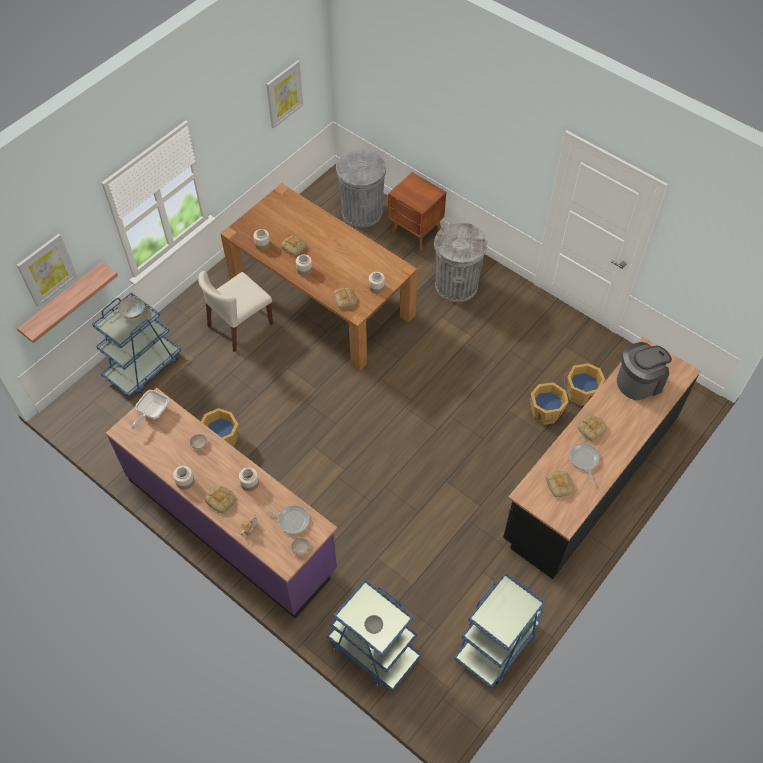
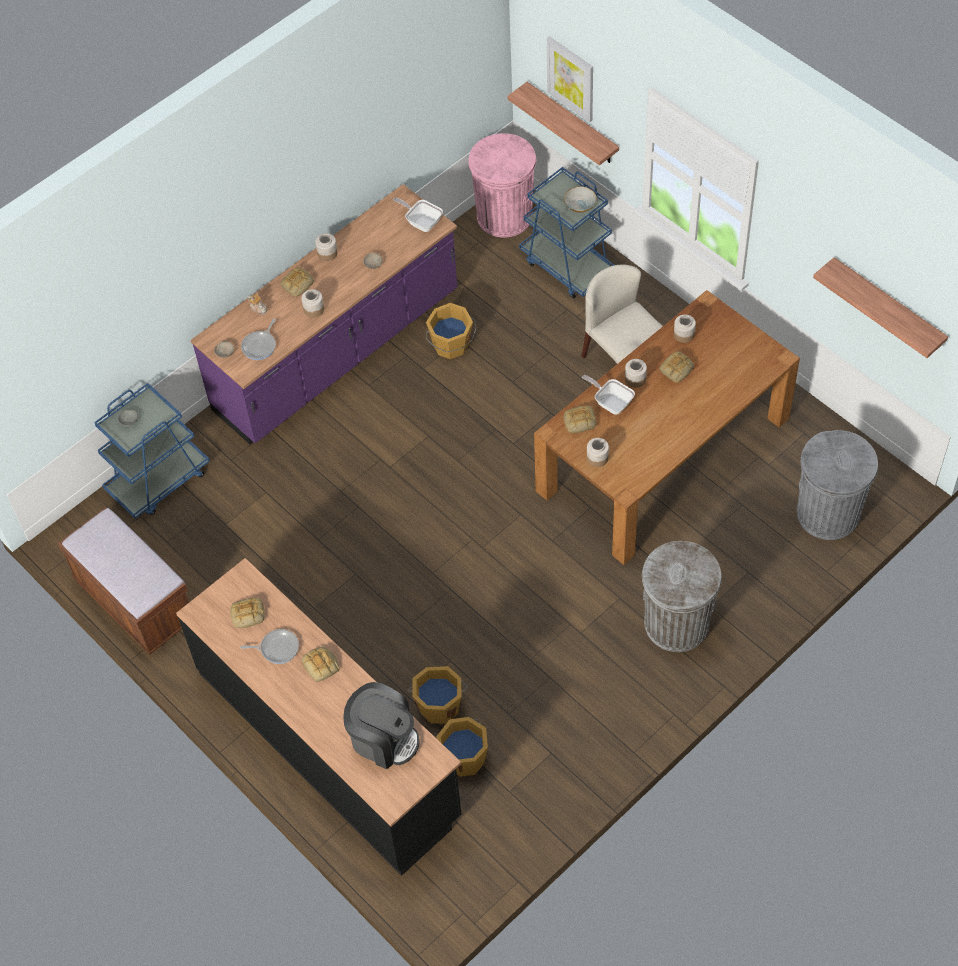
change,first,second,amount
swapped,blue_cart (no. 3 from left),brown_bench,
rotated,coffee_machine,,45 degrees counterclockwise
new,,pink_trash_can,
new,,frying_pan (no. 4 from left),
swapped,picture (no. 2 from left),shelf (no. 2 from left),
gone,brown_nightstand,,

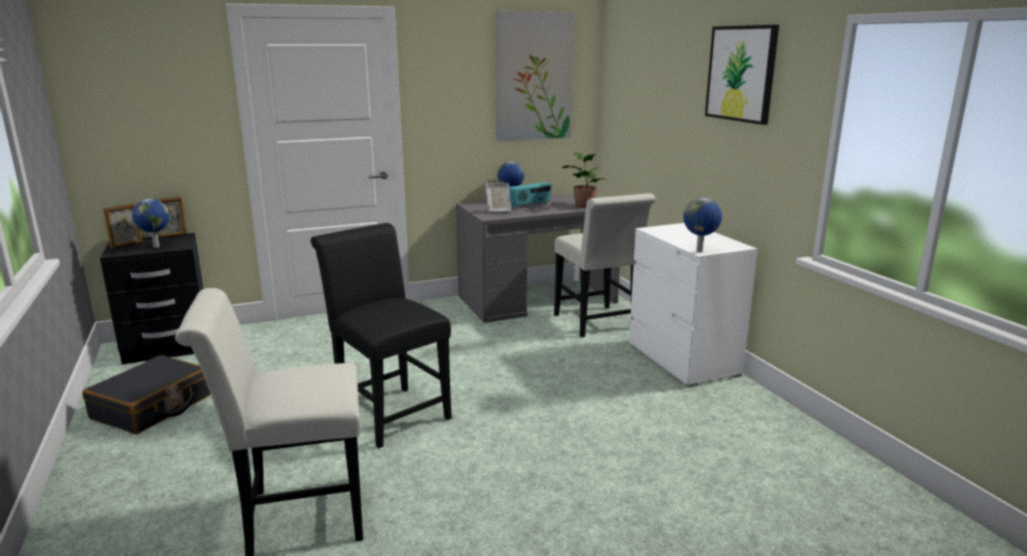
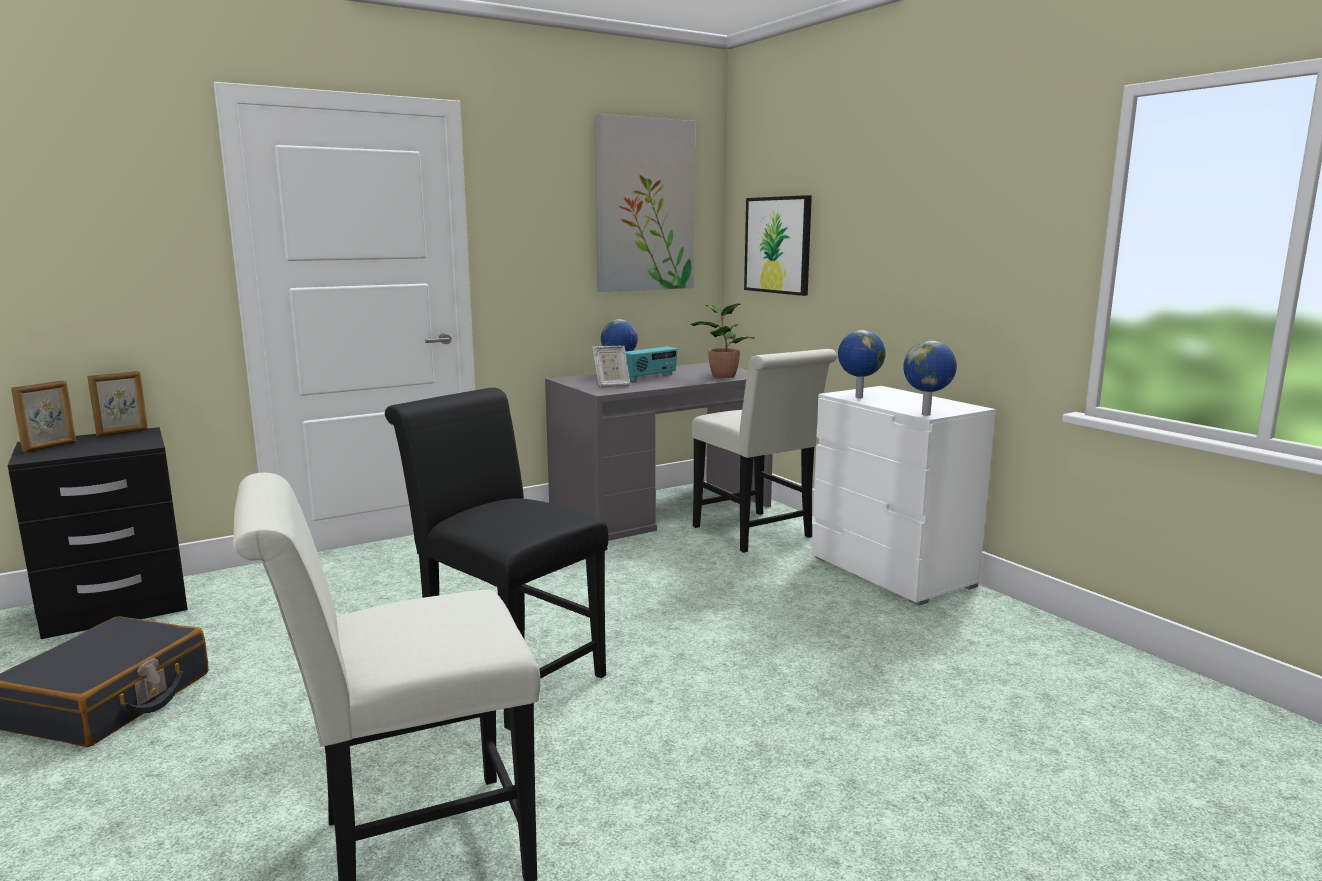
change,first,second,amount
shifted,picture (no. 2 from left),,
shifted,globe (no. 1 from left in the first image),globe (no. 2 from left),

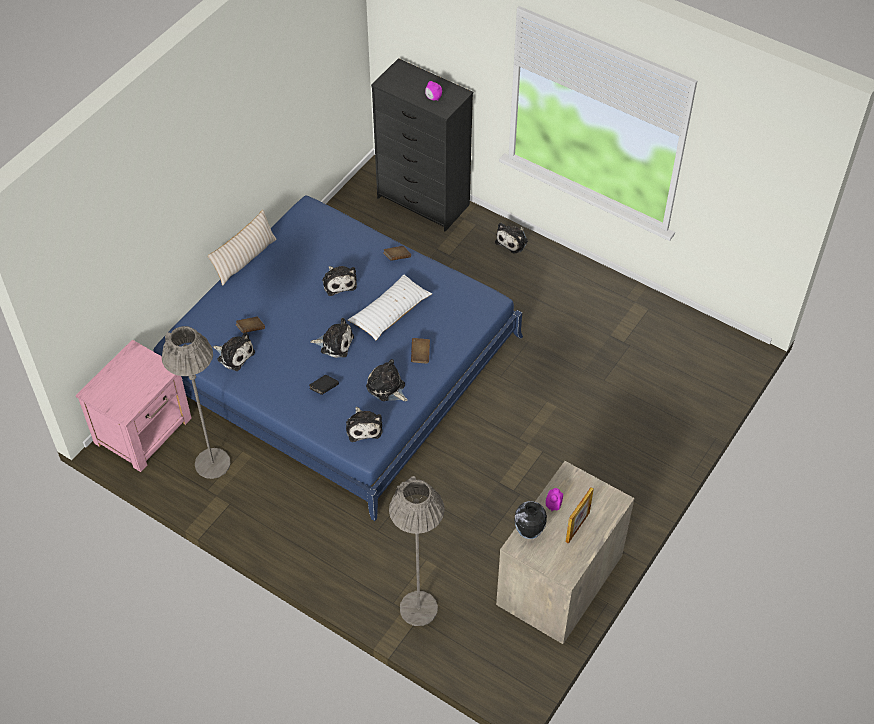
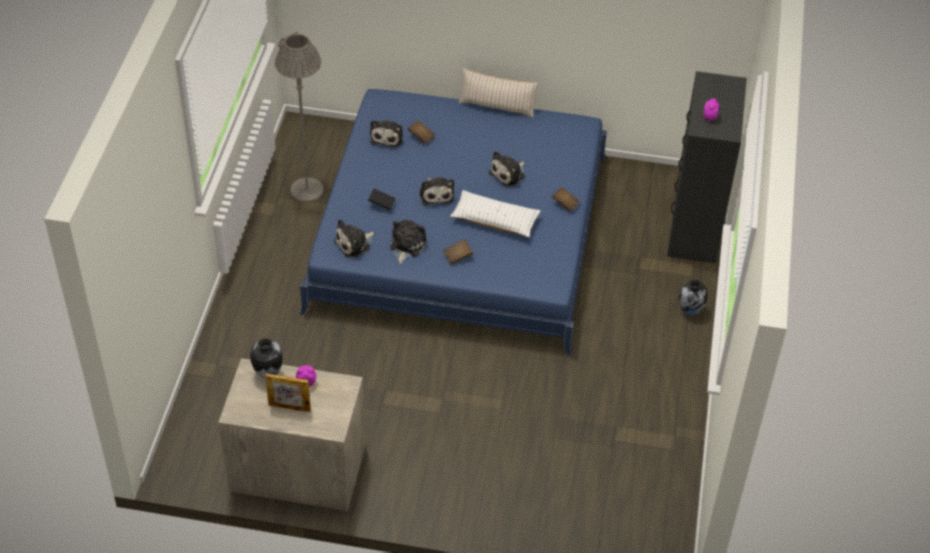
change,first,second,amount
swapped,plush_toy (no. 6 from left),vase (no. 2 from left),
gone,pink_nightstand,,
gone,grey_floor_lamp (no. 2 from left),,

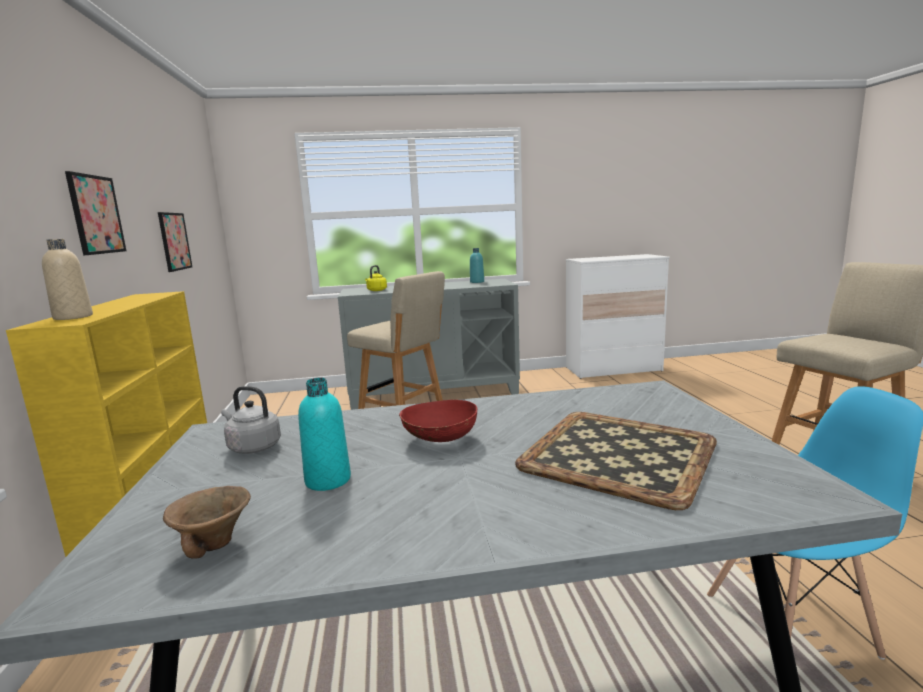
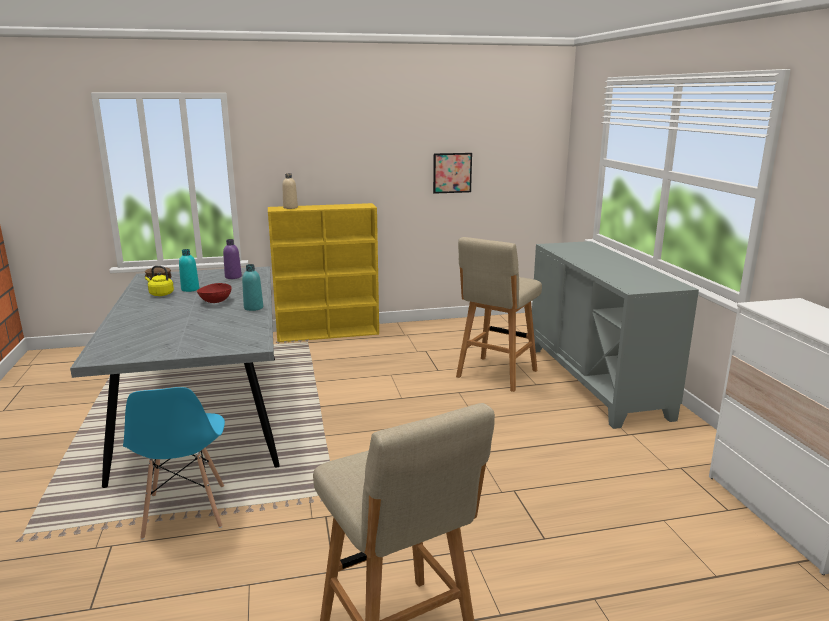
change,first,second,amount
shifted,yellow_kettle,,
swapped,grey_kettle,purple_bottle,
shifted,turquoise_bottle (no. 2 from left),,
gone,picture (no. 1 from left),,
gone,tray,,

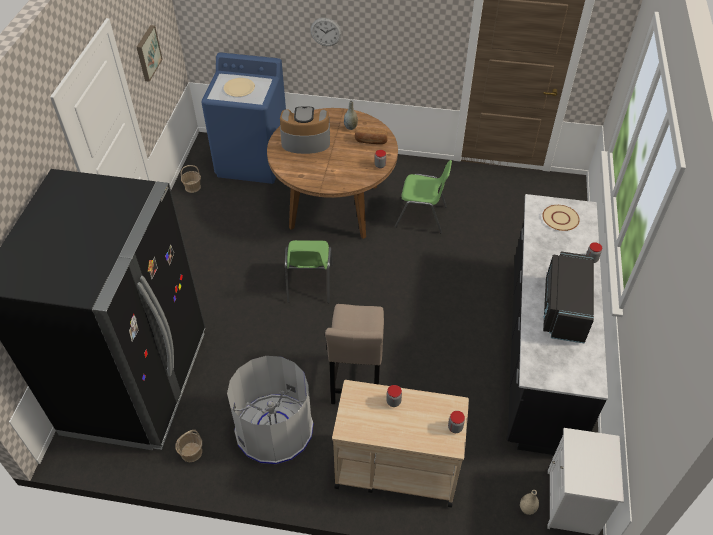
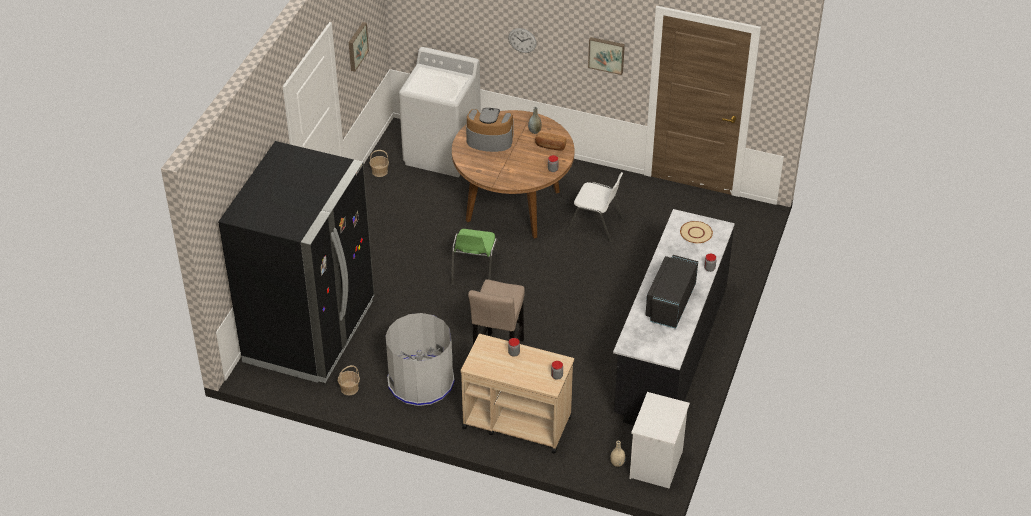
change,first,second,amount
repainted,blue_washing_machine,white_washing_machine,
repainted,green_chair (no. 2 from left),white_chair,
new,,picture (no. 2 from left),
gone,beige_plate (no. 1 from left),,

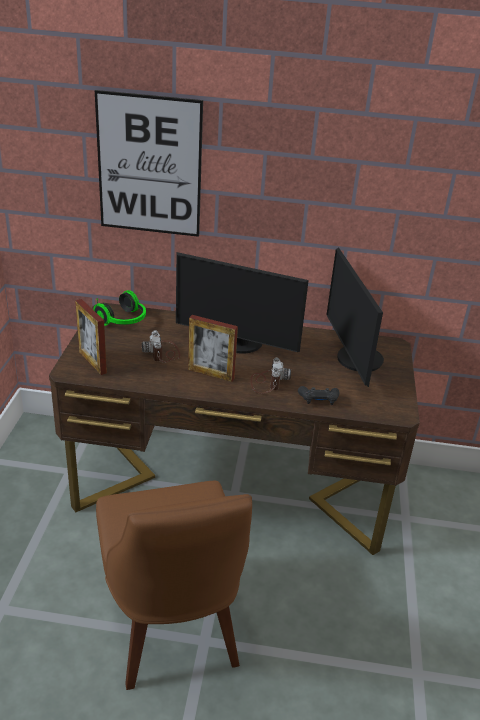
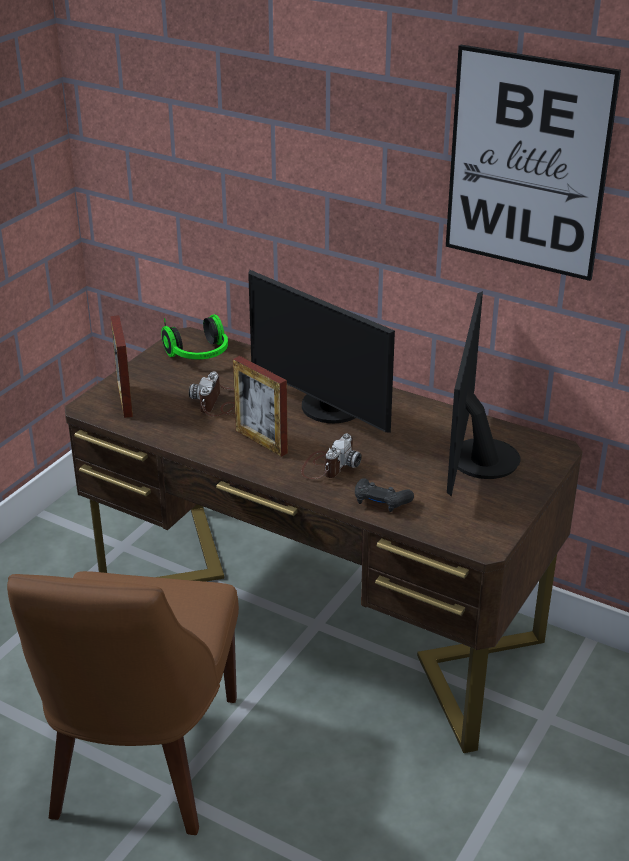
change,first,second,amount
shifted,picture,,

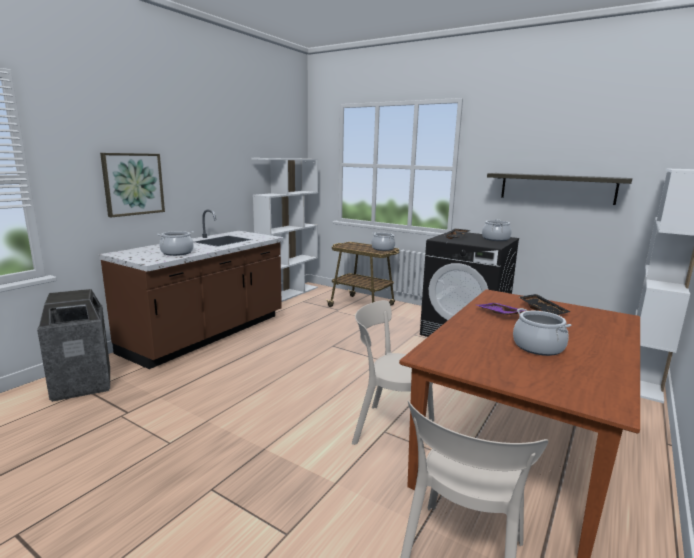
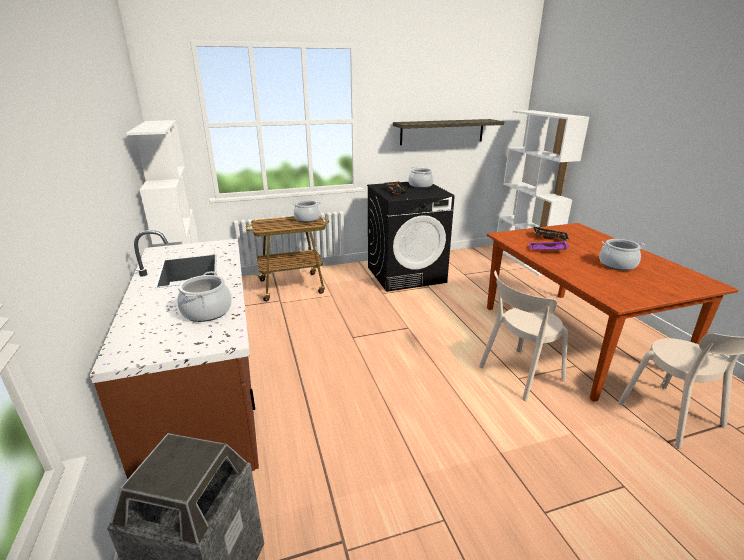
change,first,second,amount
gone,picture,,

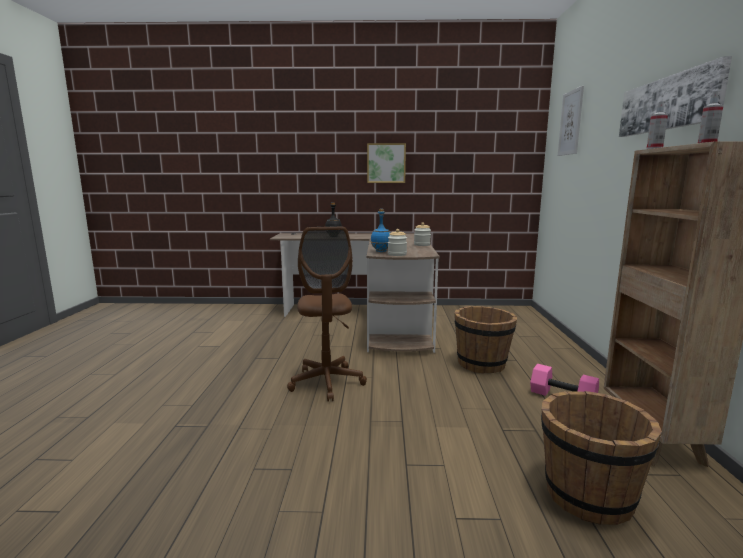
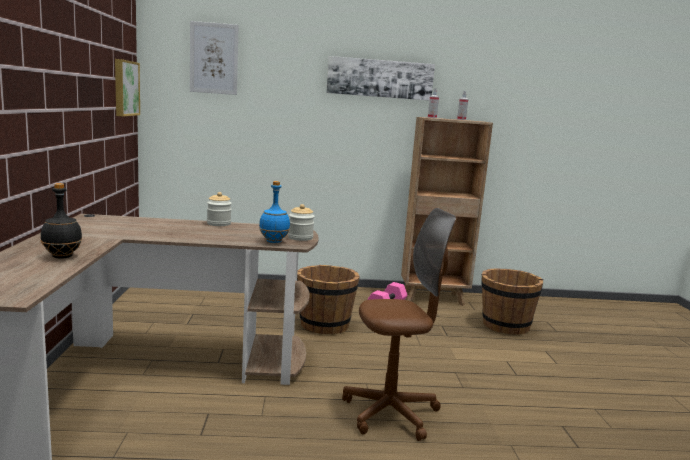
change,first,second,amount
shifted,picture (no. 1 from left),,

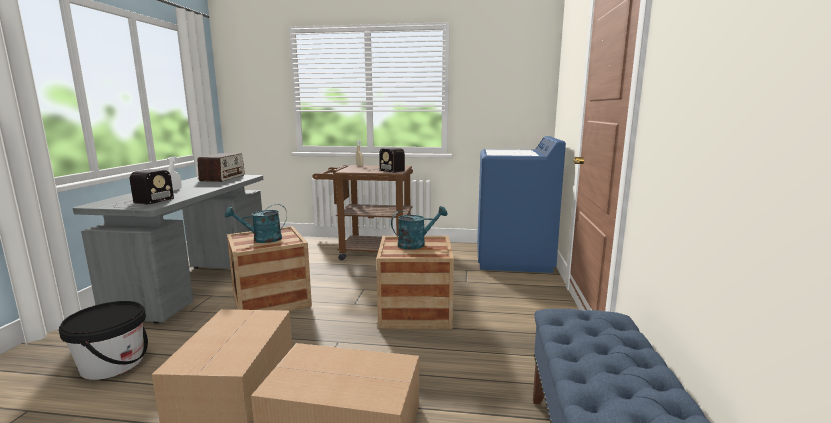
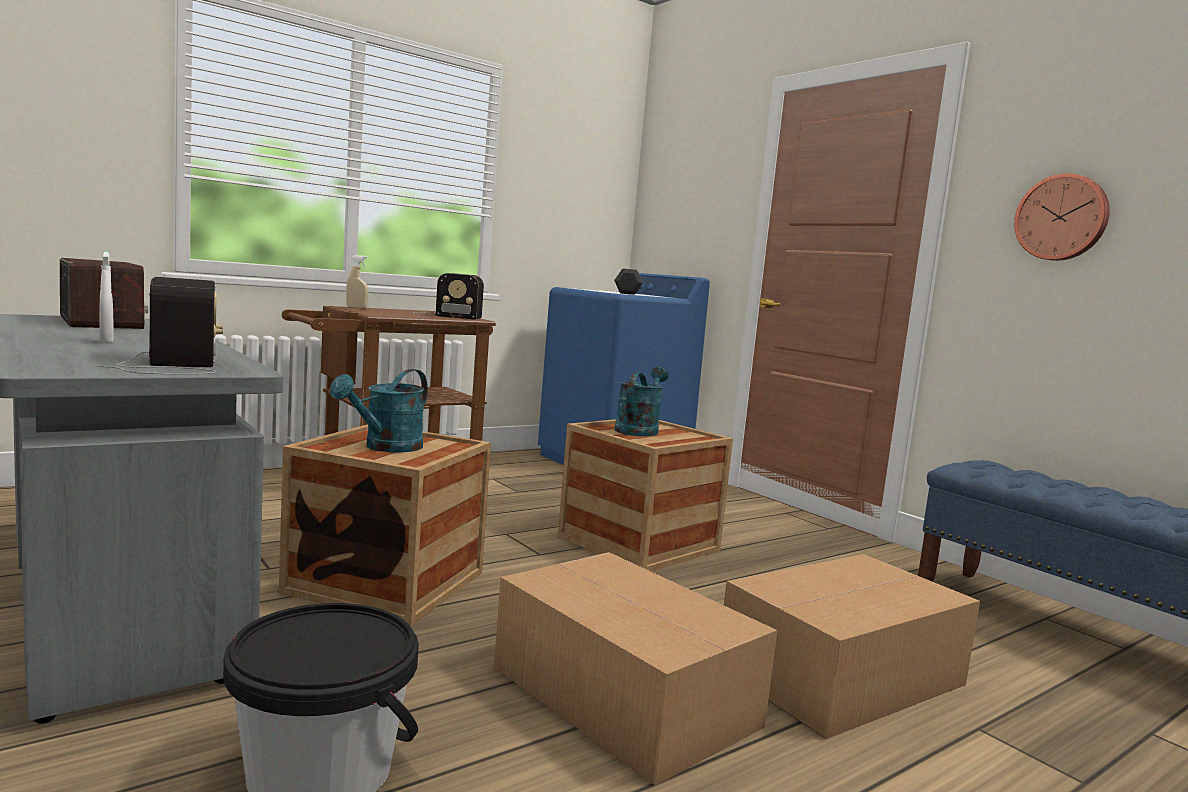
change,first,second,amount
new,,black_dumbbell,
new,,wall_clock,

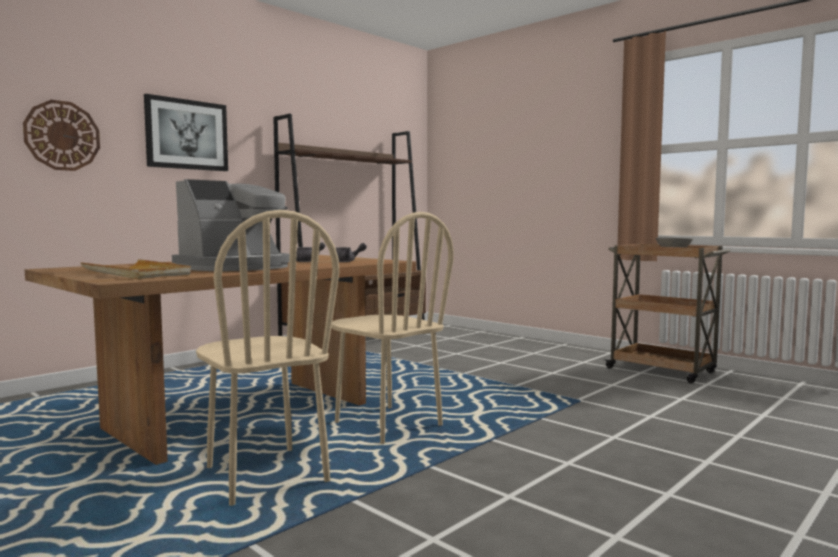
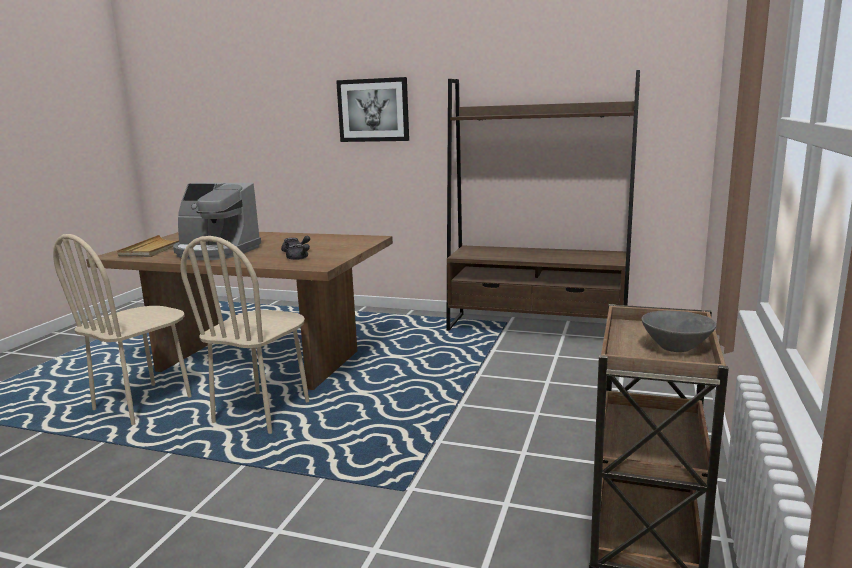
change,first,second,amount
gone,wall_clock,,

